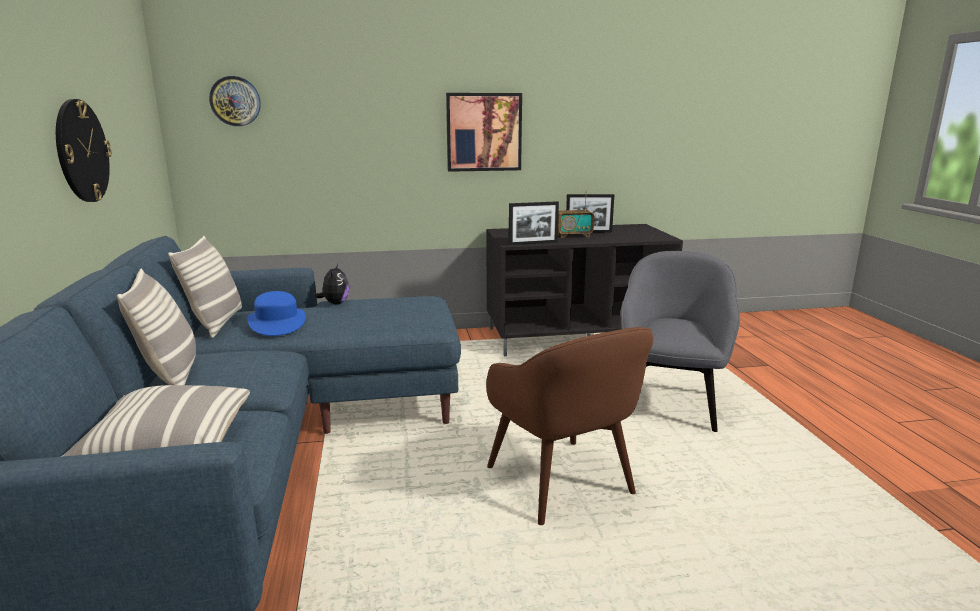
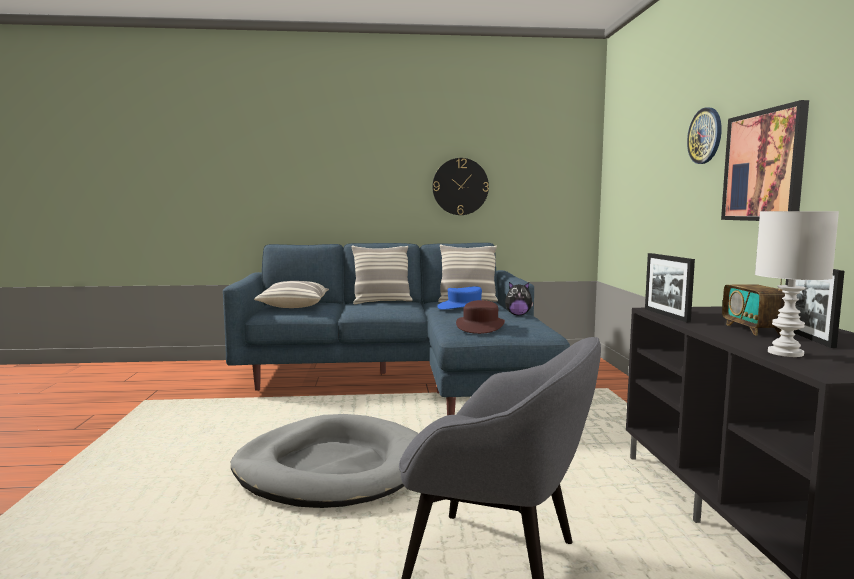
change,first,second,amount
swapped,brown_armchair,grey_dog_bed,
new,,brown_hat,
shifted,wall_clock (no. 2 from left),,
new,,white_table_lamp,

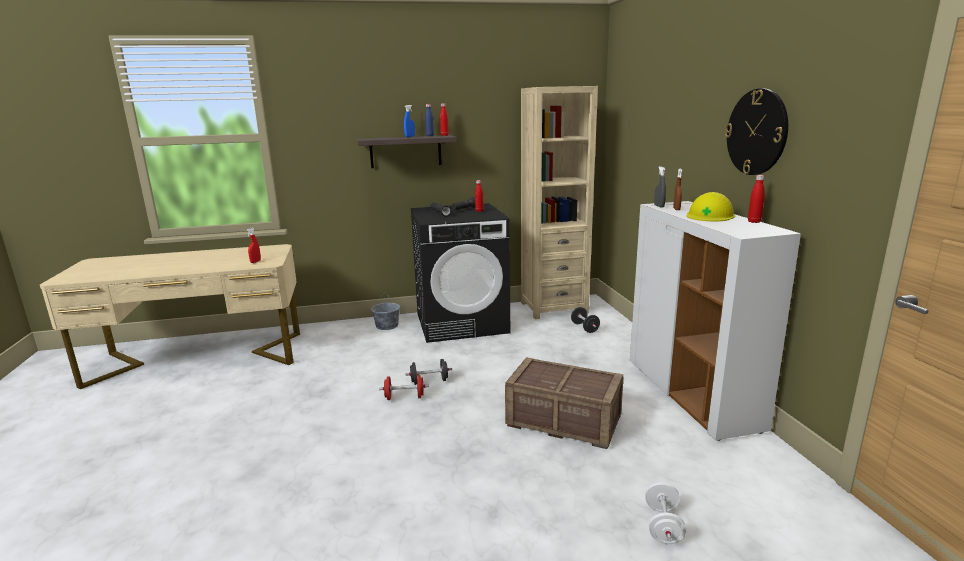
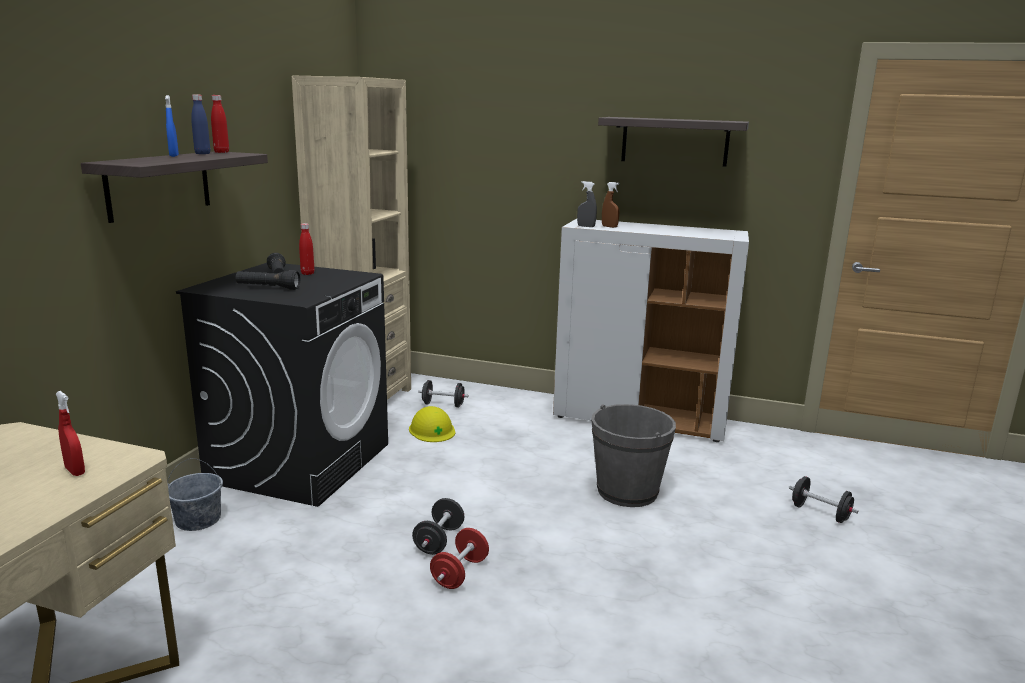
change,first,second,amount
shifted,yellow_hard_hat,,
swapped,crate,grey_bucket (no. 2 from left),
swapped,wall_clock,shelf (no. 2 from left),
repainted,white_dumbbell,black_dumbbell (no. 3 from left),
gone,red_bottle (no. 3 from left),,

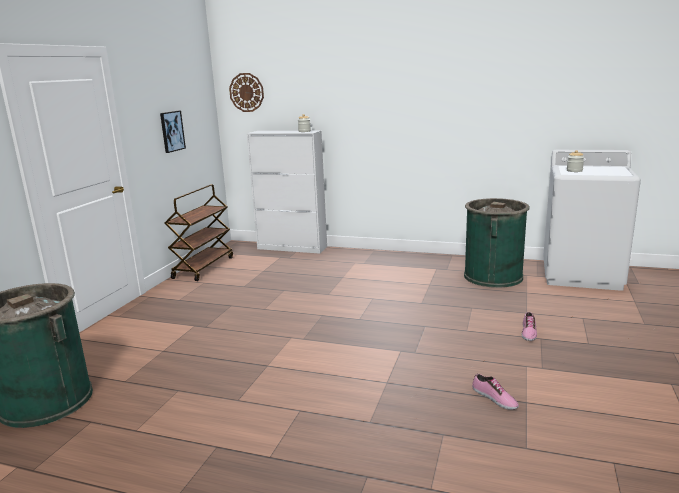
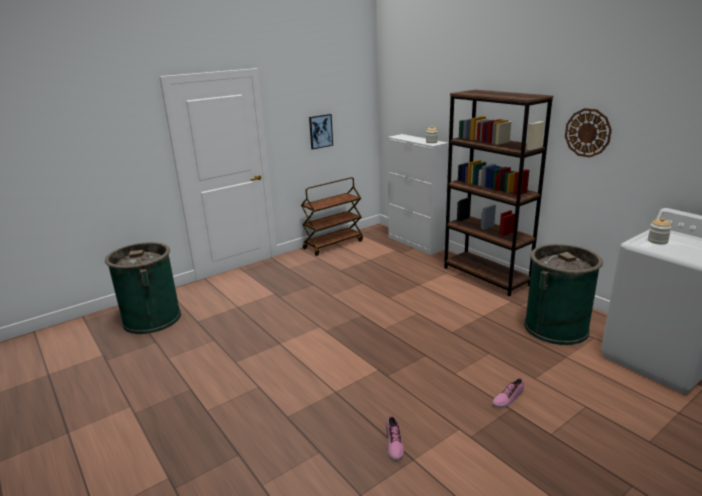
change,first,second,amount
new,,brown_bookcase,
shifted,wall_clock,,

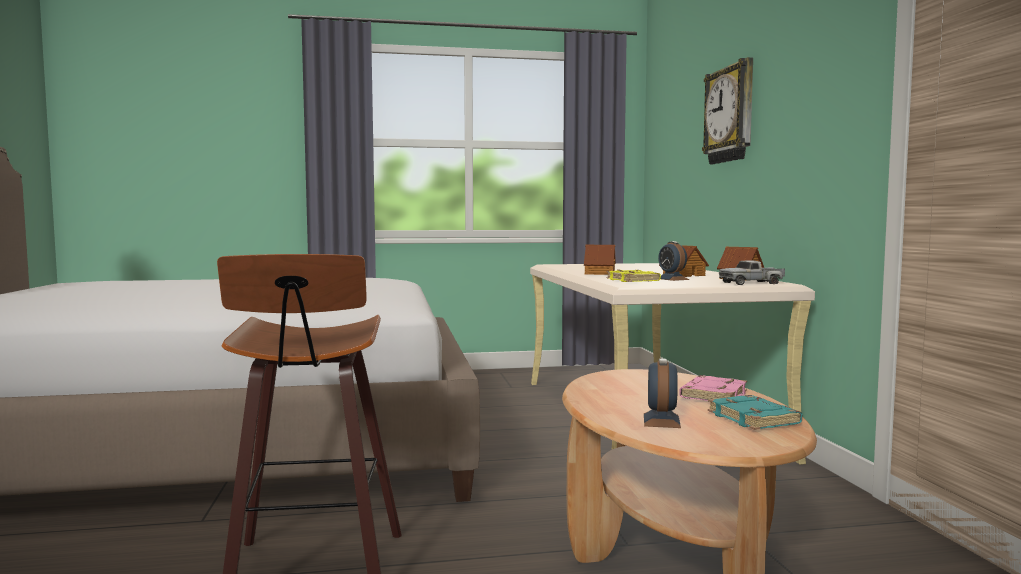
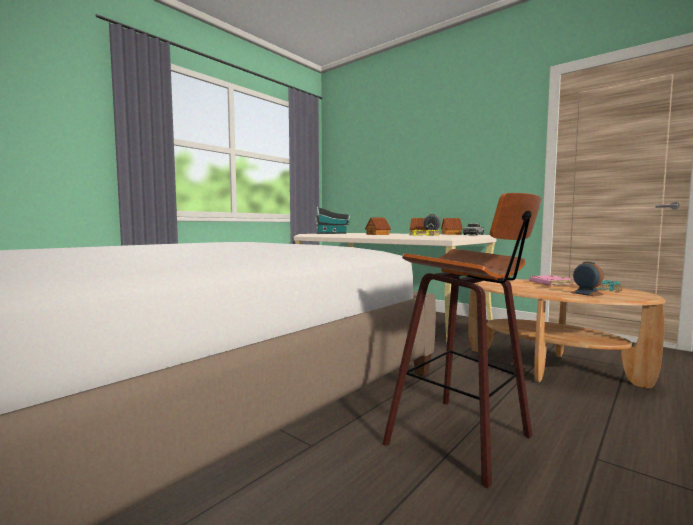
change,first,second,amount
new,,toy_house (no. 1 from left),
gone,wall_clock,,

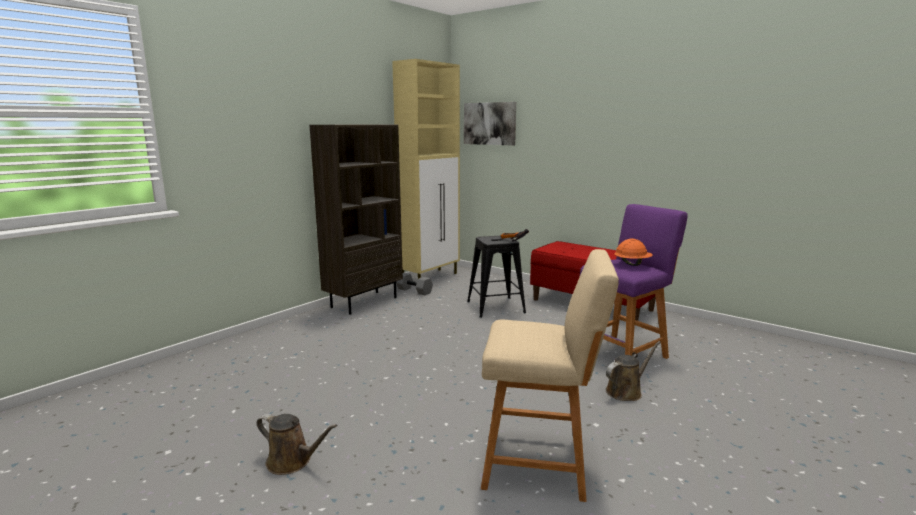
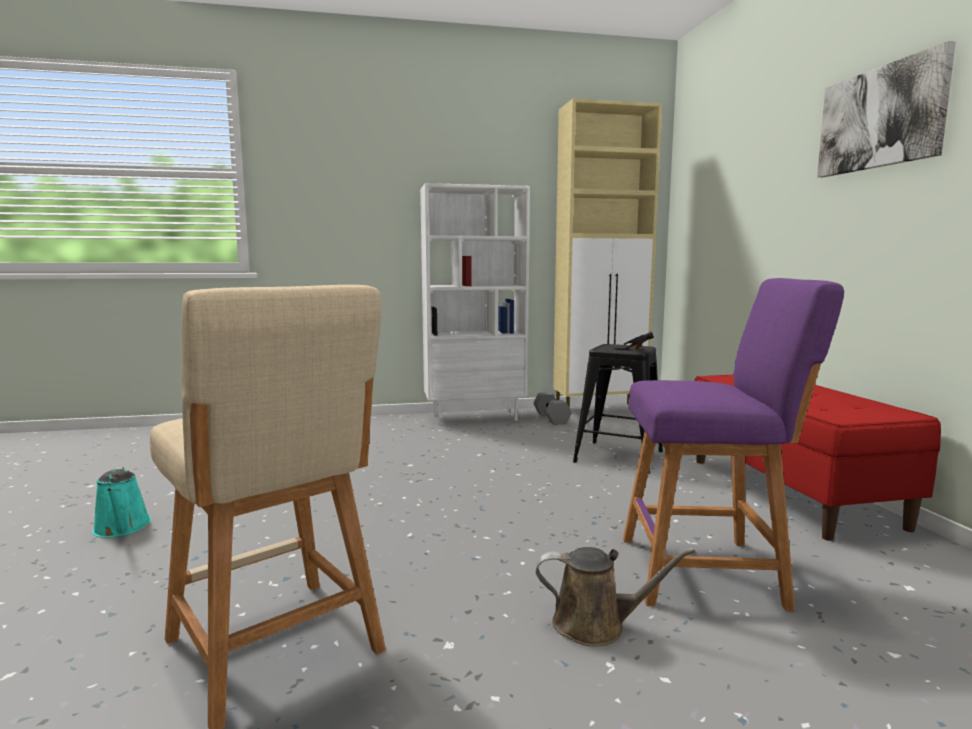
change,first,second,amount
repainted,brown_watering_can (no. 1 from left),turquoise_watering_can,
repainted,brown_bookcase,white_bookcase,
shifted,picture,,
gone,orange_hard_hat,,

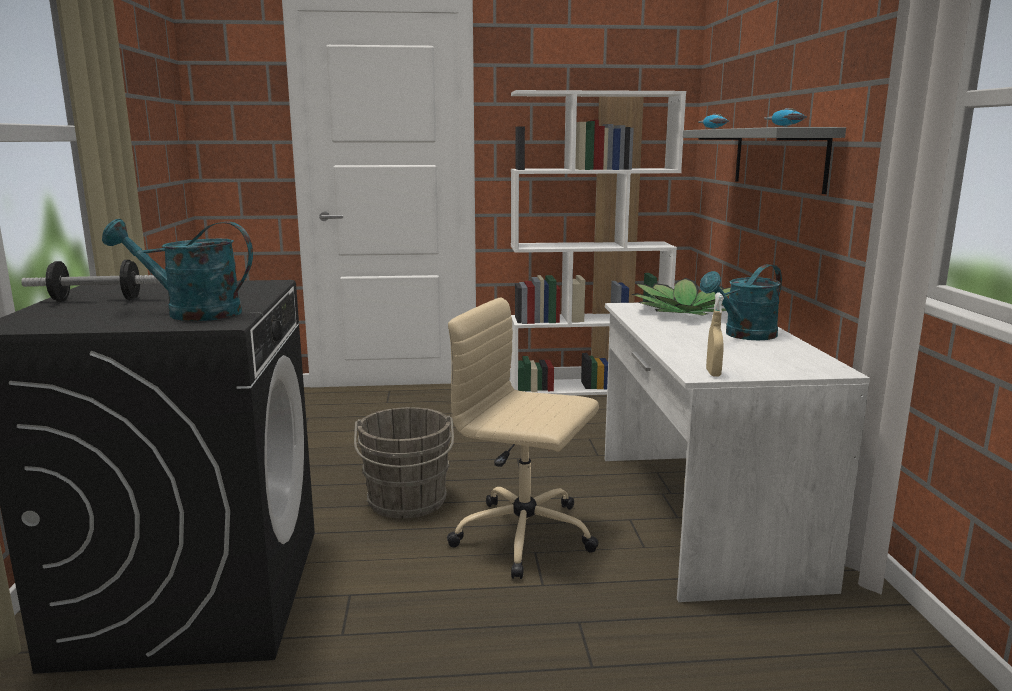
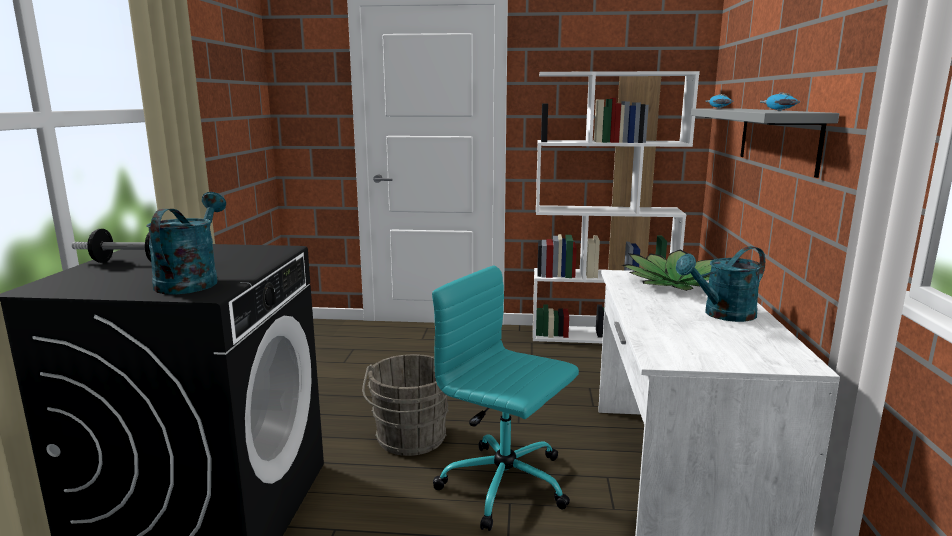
change,first,second,amount
rotated,turquoise_watering_can (no. 1 from left),,75 degrees clockwise
repainted,beige_office_chair,turquoise_office_chair,
gone,beige_spray_bottle,,

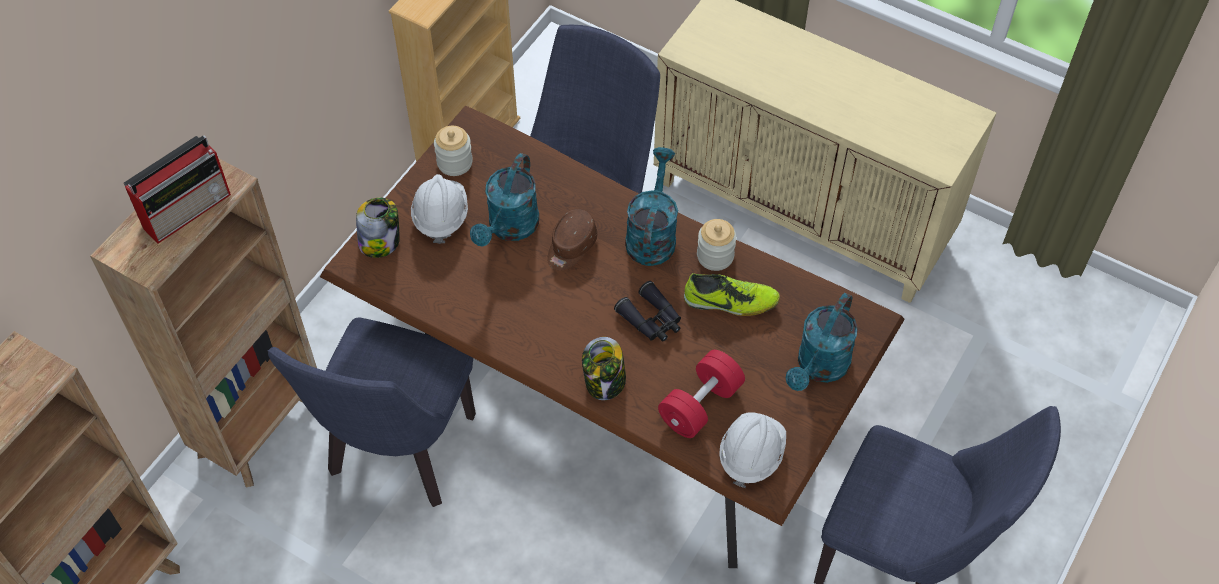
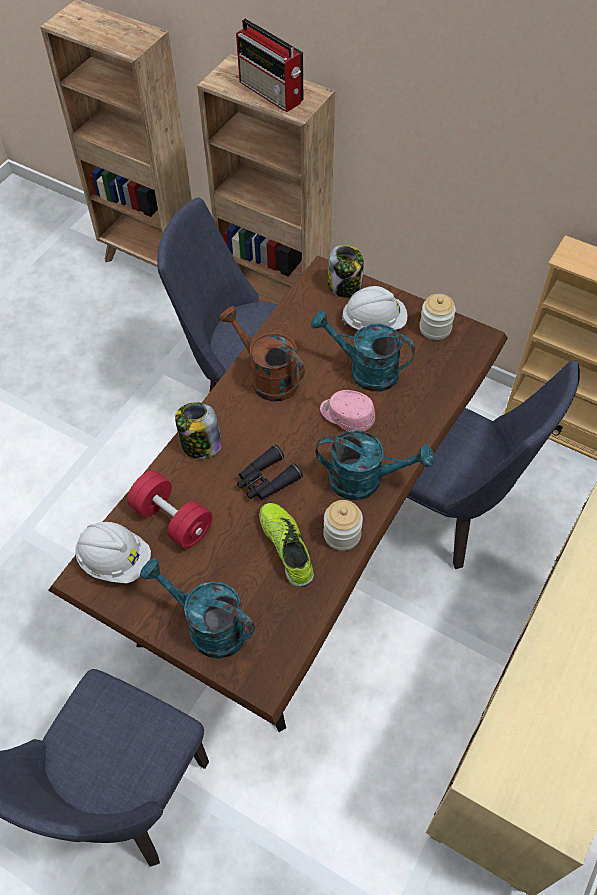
change,first,second,amount
new,,brown_watering_can,
rotated,shoe,,150 degrees clockwise
repainted,brown_cap,pink_cap,

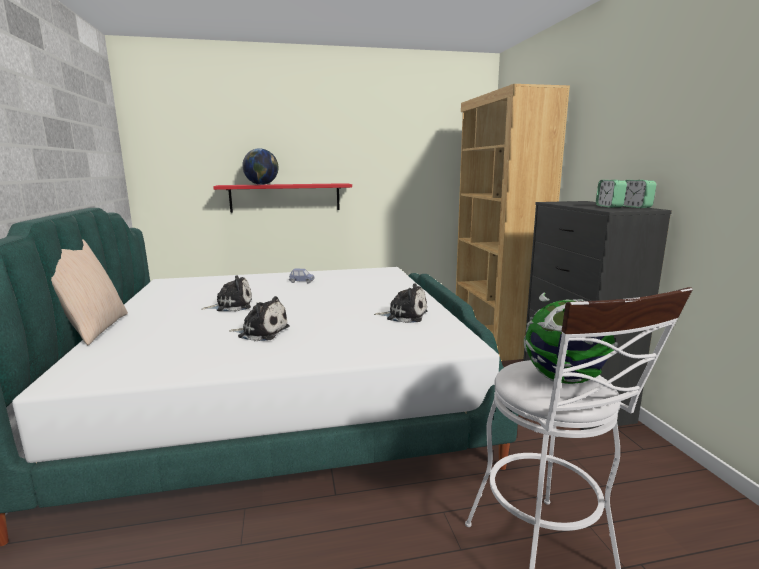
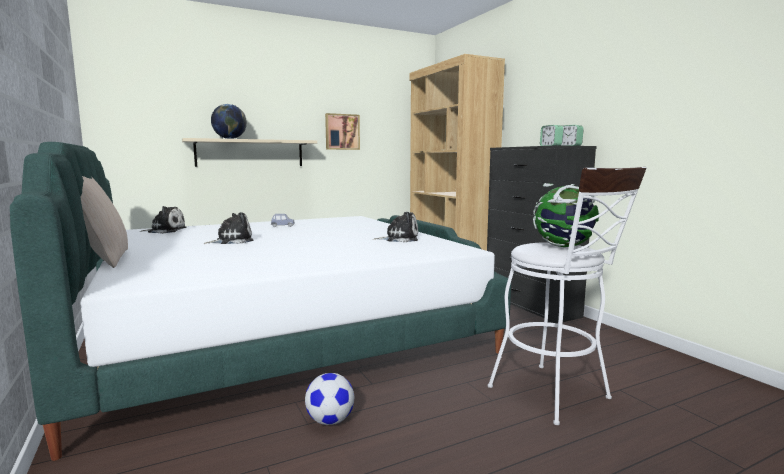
change,first,second,amount
shifted,plush_toy (no. 2 from left in the first image),plush_toy (no. 1 from left),
repainted,red_shelf,beige_shelf,
new,,football,
new,,picture,

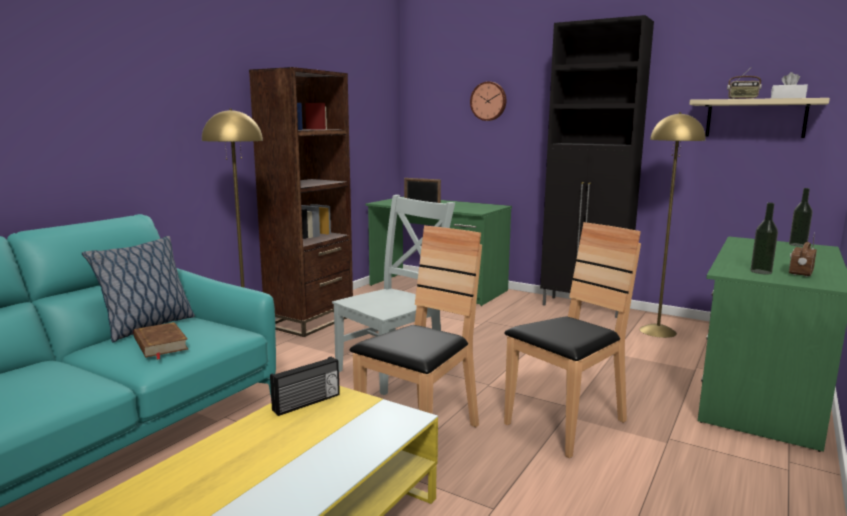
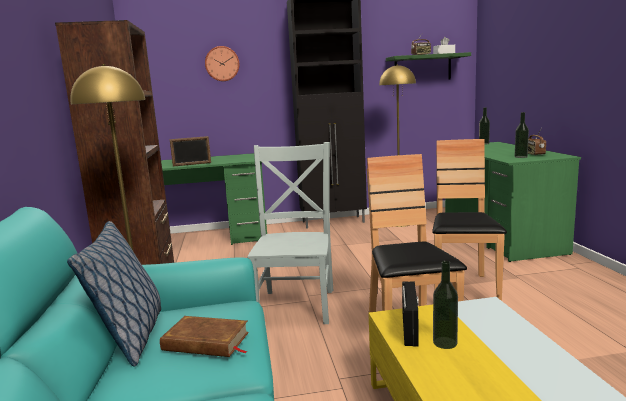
change,first,second,amount
repainted,beige_shelf,green_shelf,
new,,bottle (no. 1 from left),

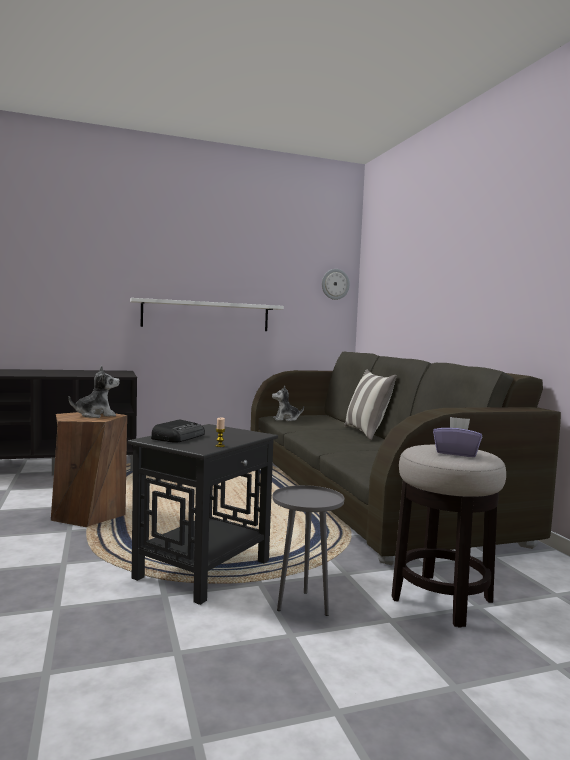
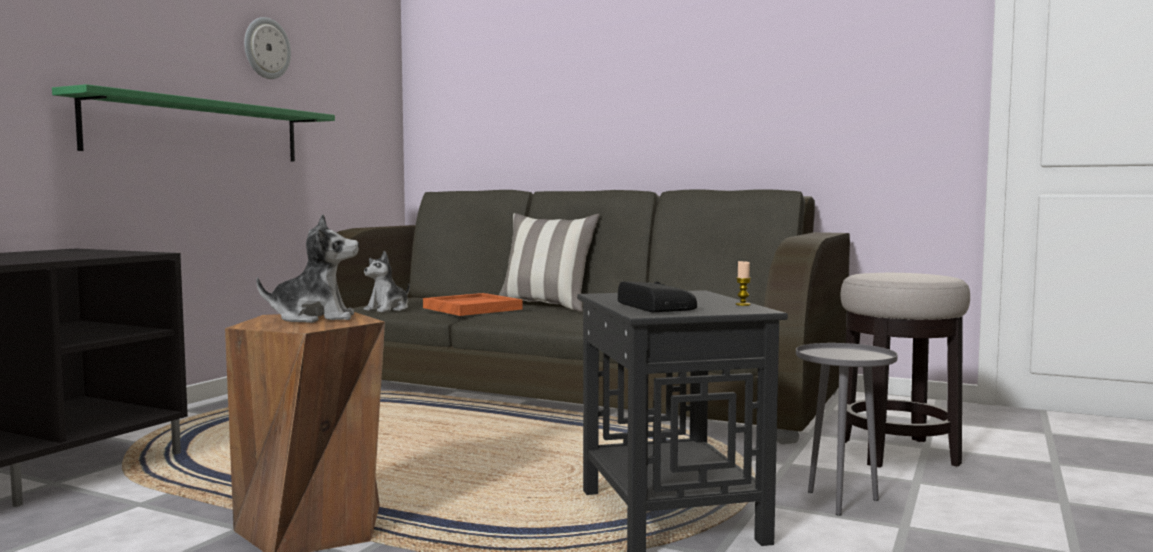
change,first,second,amount
repainted,white_shelf,green_shelf,
shifted,wall_clock,,
rotated,plush_toy (no. 1 from left),,60 degrees clockwise
new,,orange_tray,
gone,purple_tissue_box,,

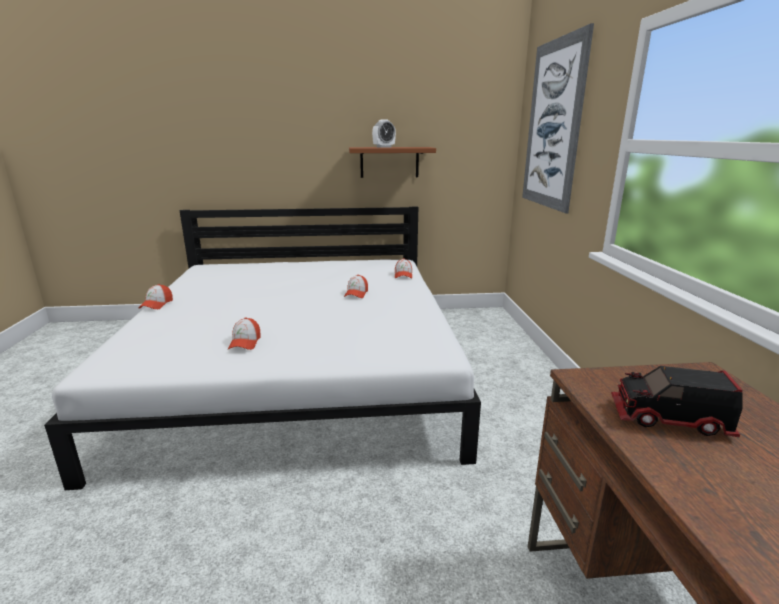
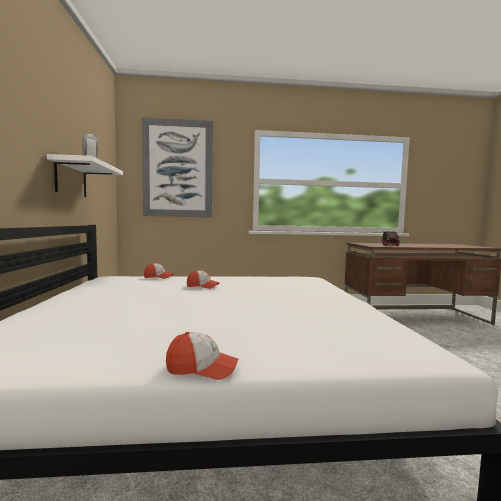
change,first,second,amount
repainted,brown_shelf,white_shelf,
gone,cap (no. 2 from left),,

